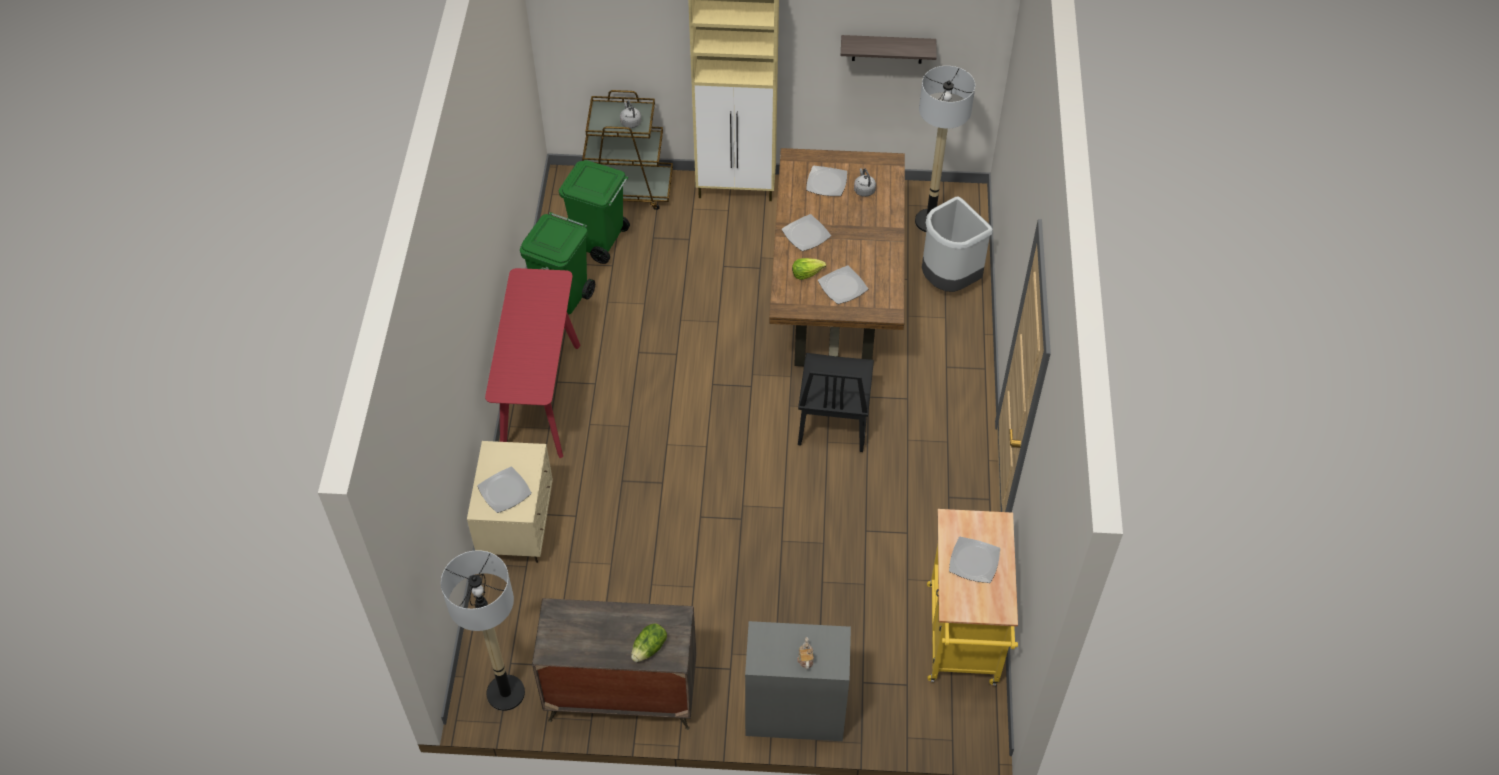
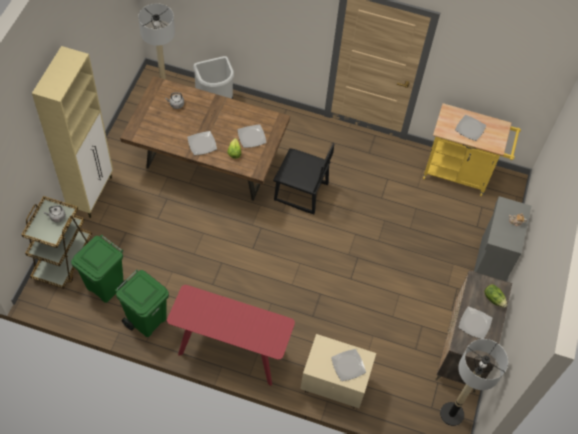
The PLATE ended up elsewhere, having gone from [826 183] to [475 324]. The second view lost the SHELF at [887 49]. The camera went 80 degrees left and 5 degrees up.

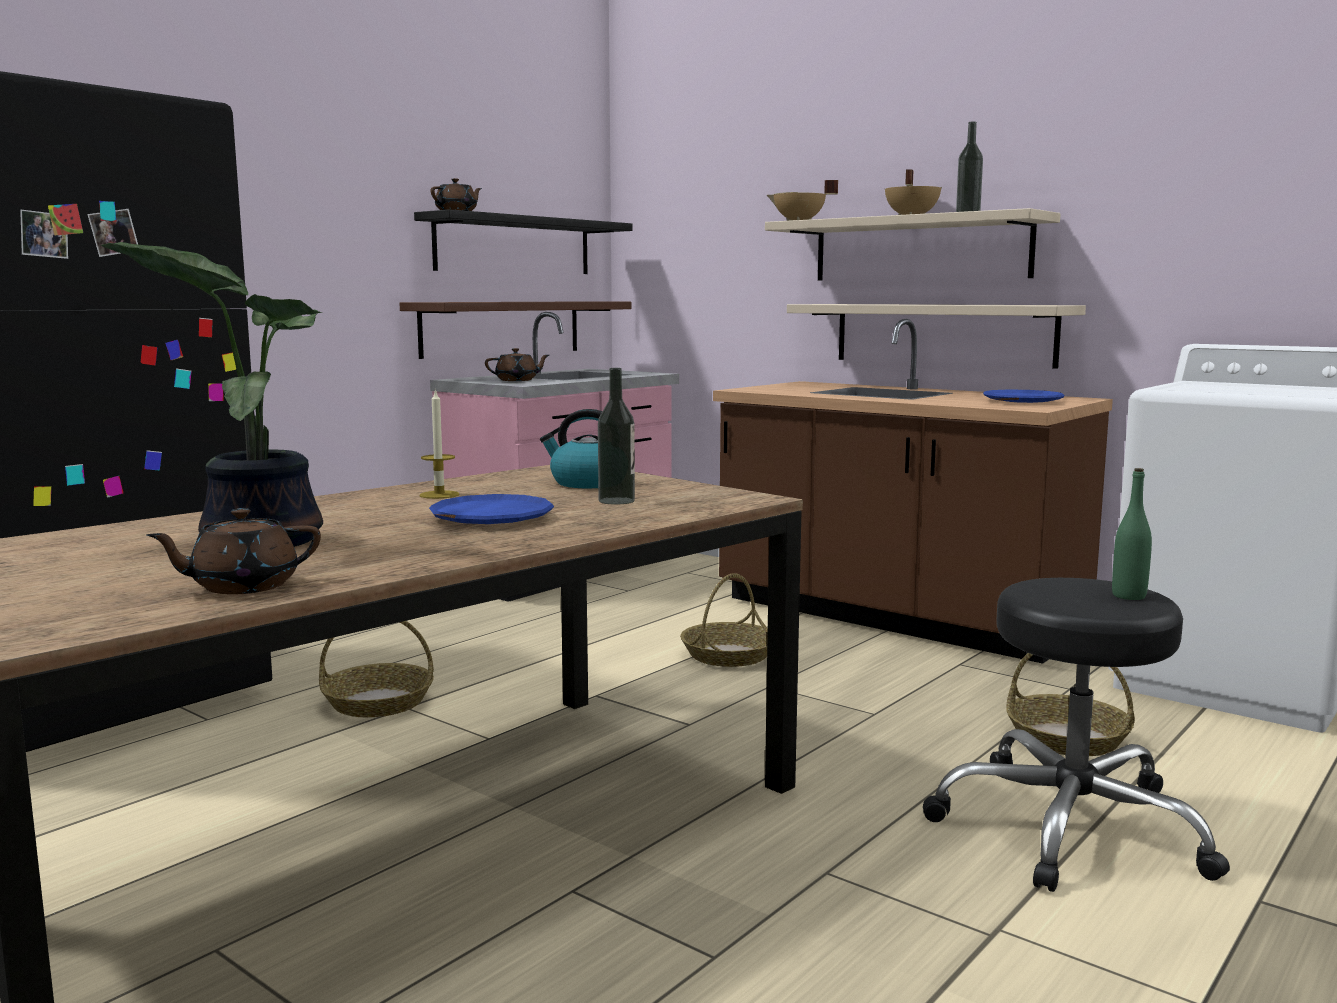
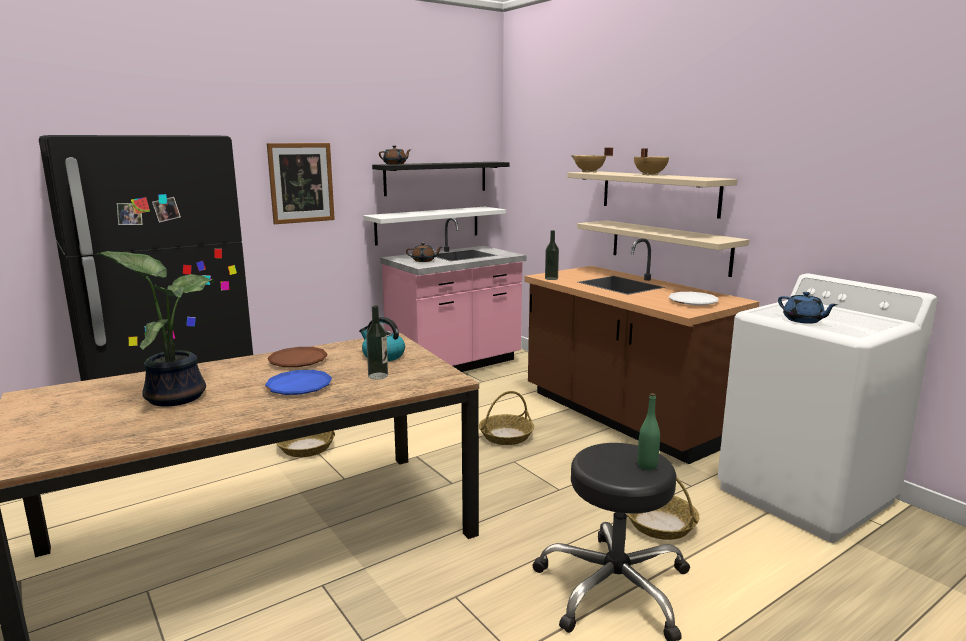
The second view lost the BROWN TEAPOT at [242 586]. What was the BROWN SHELF at [502 328] turned into the WHITE SHELF at [428 225]. Where the CANDLE stood at [439 495], the BROWN PLATE came to stand at [298 361]. The BOTTLE ended up elsewhere, having gone from [968 212] to [551 278]. What was the BLUE PLATE at [1022 401] turned into the WHITE PLATE at [693 302]. The second view gained the PICTURE at [301 183]. The second view gained the BLUE TEAPOT at [803 320]. The camera went 15 degrees right and 5 degrees up.

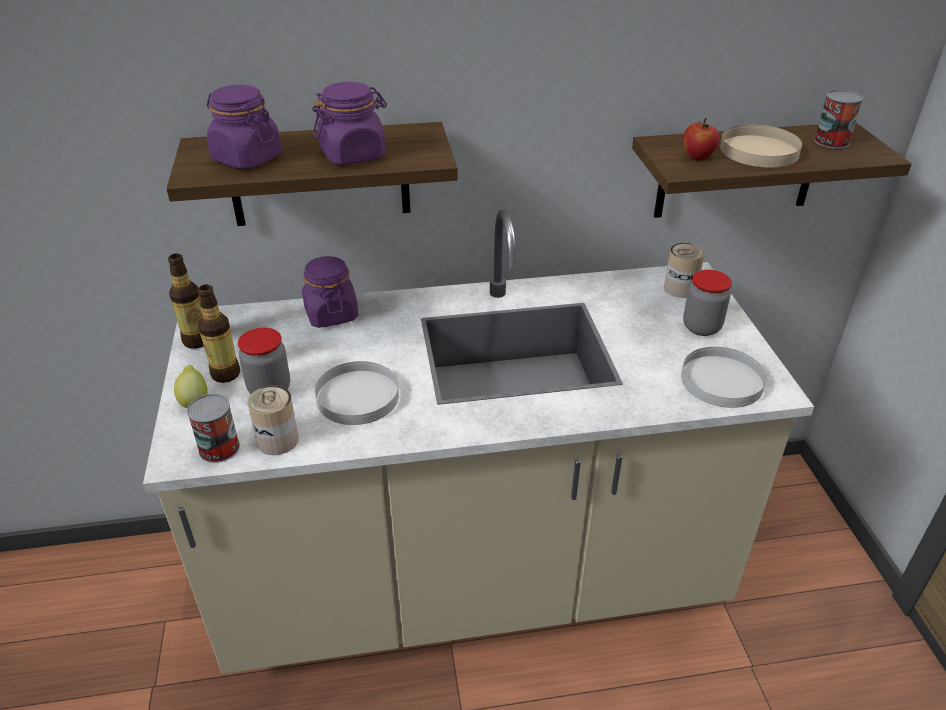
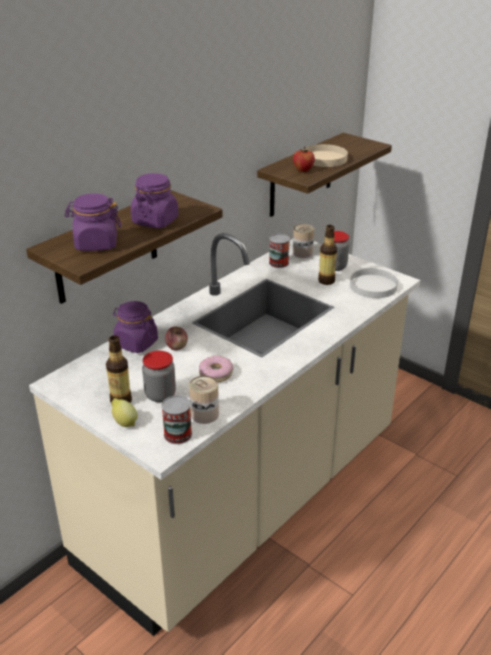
The BOTTLE ended up elsewhere, having gone from [197 341] to [326 281]. Where the WHITE PLATE stood at [358 396], the DONUT came to stand at [215 373]. The CAN ended up elsewhere, having gone from [831 141] to [279 263]. The second view gained the APPLE at [176 346]. The camera went 40 degrees left and 5 degrees down.

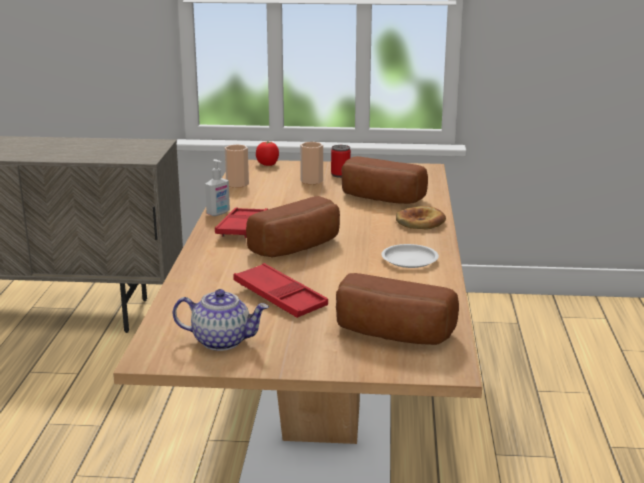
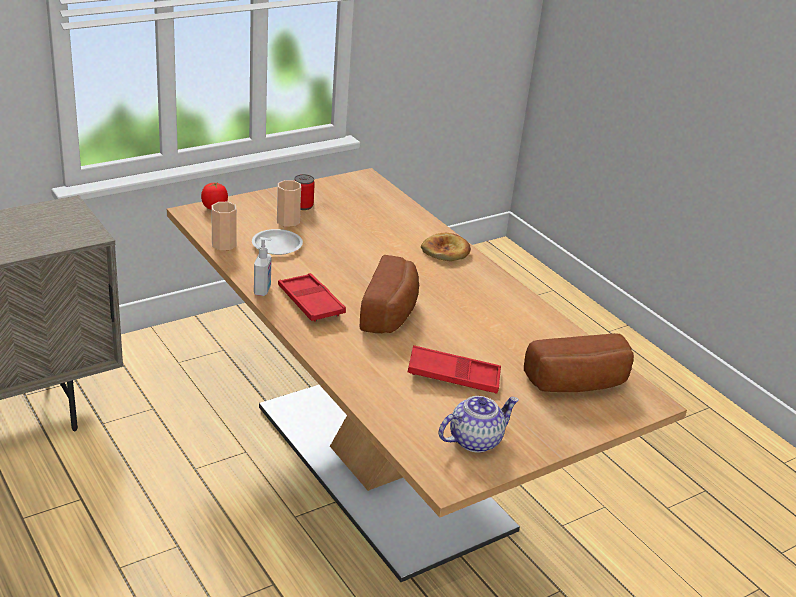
The second view lost the BREAD at [380 199]. The WHITE PLATE ended up elsewhere, having gone from [410 260] to [277 245]. The camera went 40 degrees left and 10 degrees up.

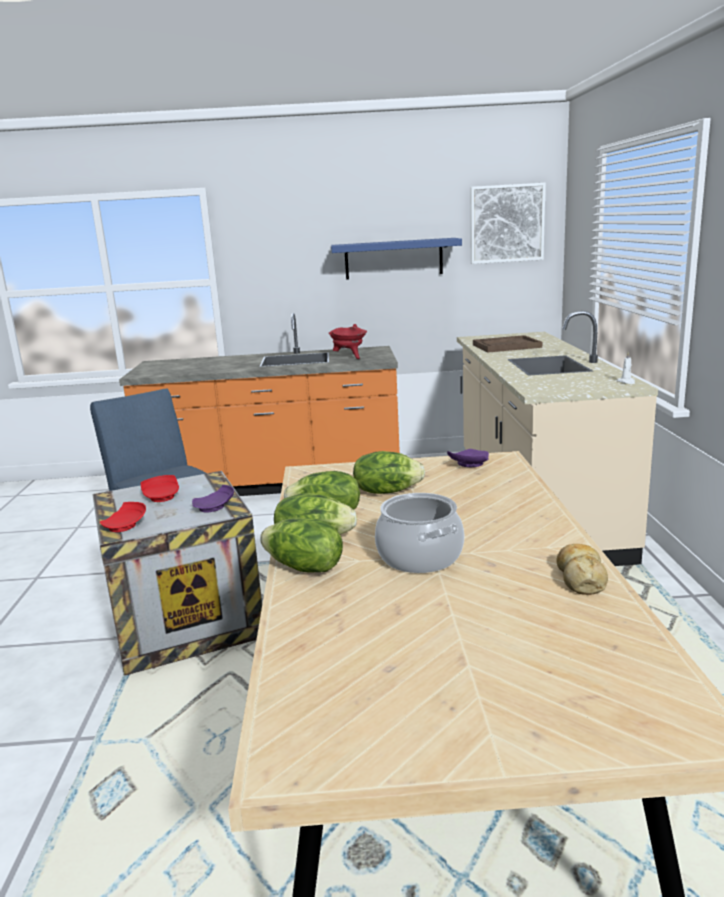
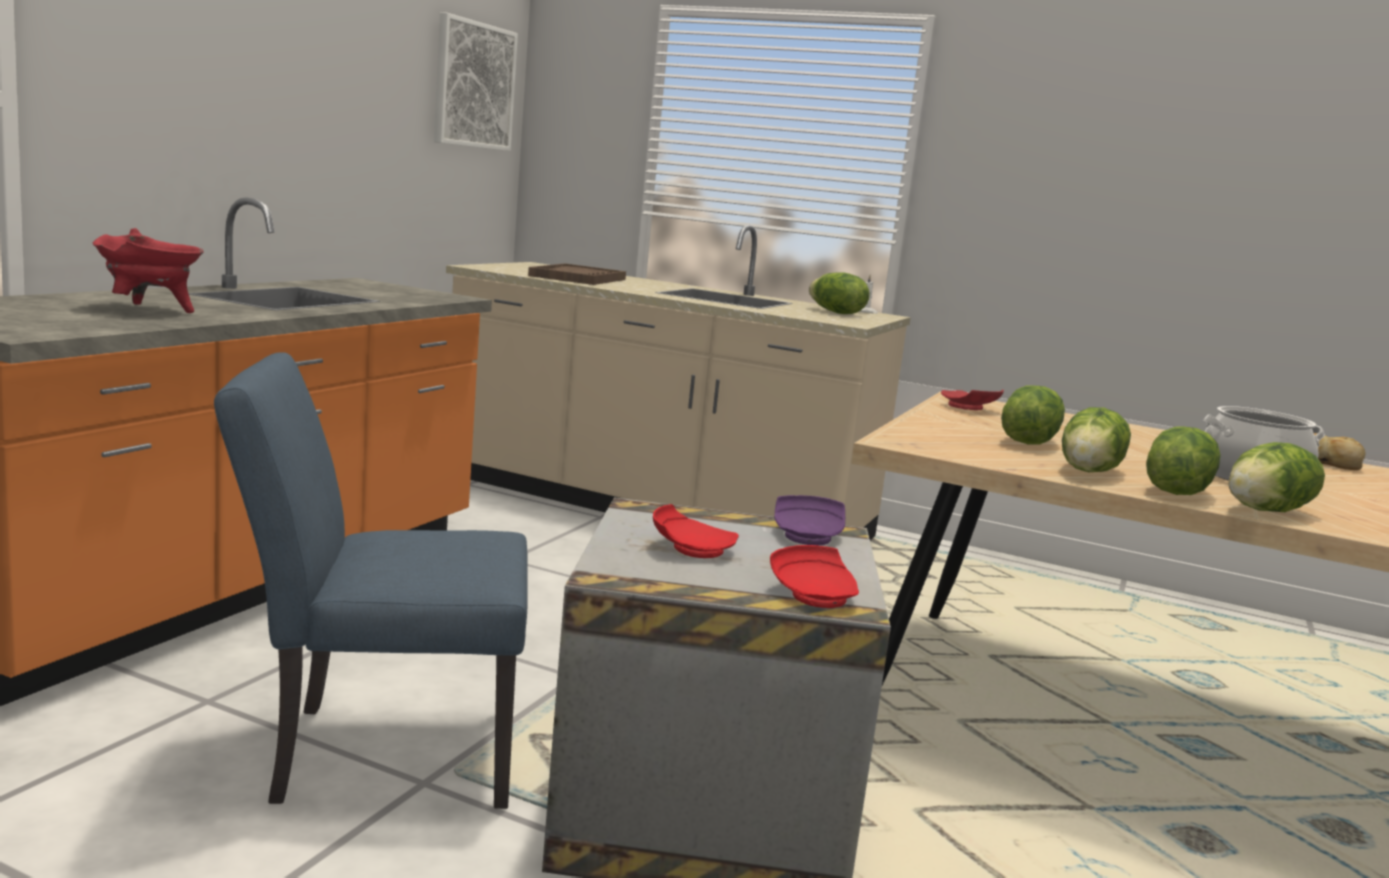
The RED COOKING POT ended up elsewhere, having gone from [349 357] to [150 310]. The second view lost the BLUE SHELF at [393 259]. What was the PURPLE PLATE at [468 465] turned into the RED PLATE at [968 408]. The second view gained the LETTUCE at [835 313]. The camera went 65 degrees left and 5 degrees down.

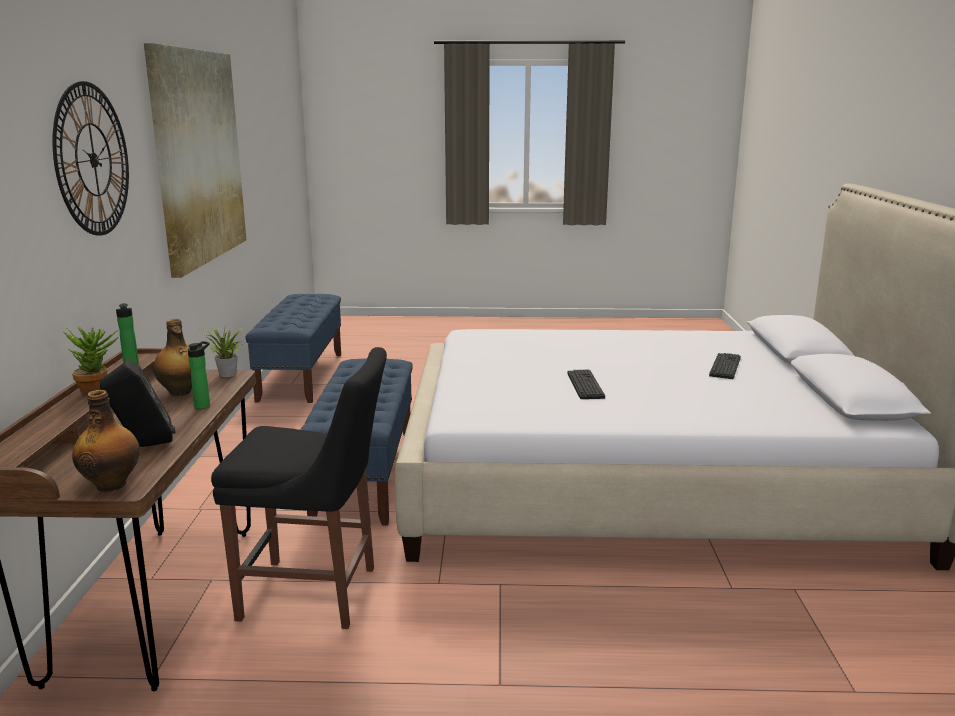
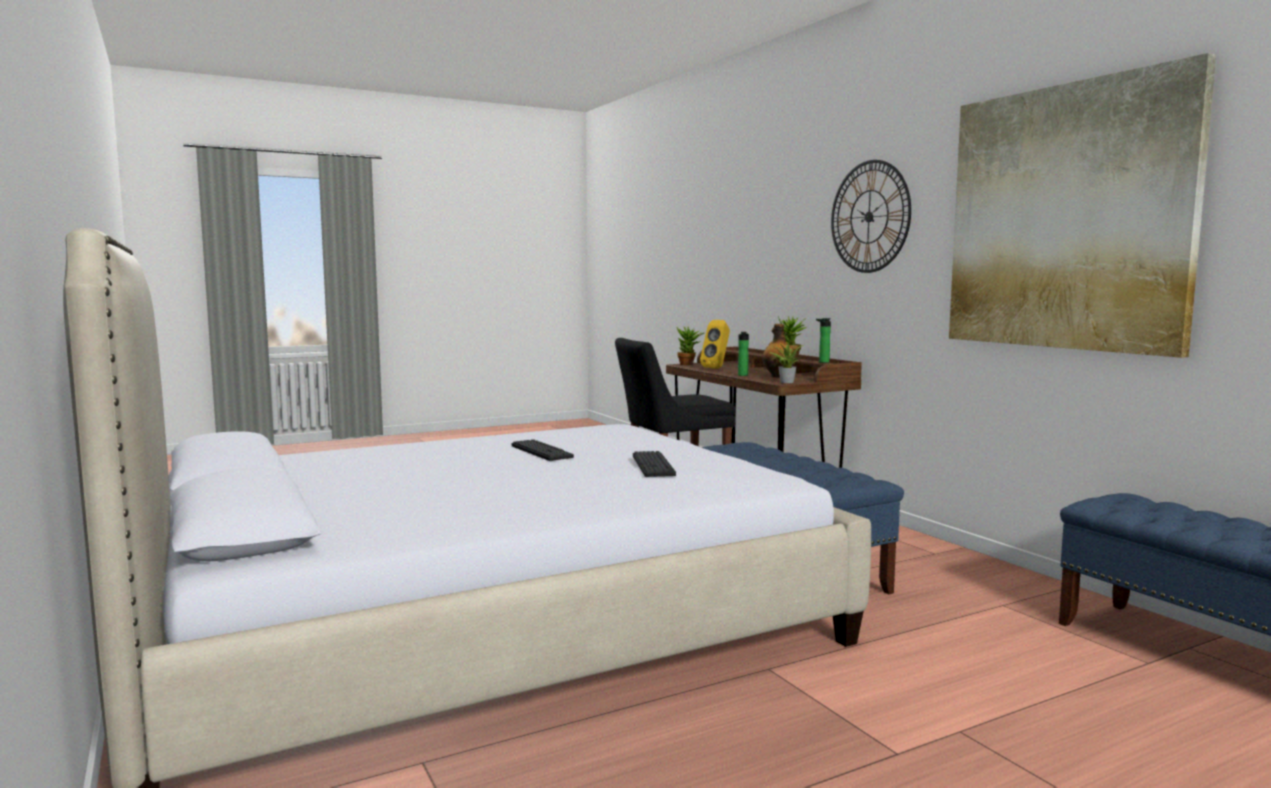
Where the BOTTLE stood at [112 484], the POTTED PLANT came to stand at [689 364]. What was the BLACK SPEAKER at [143 446] turned into the YELLOW SPEAKER at [717 368]. The KEYBOARD ended up elsewhere, having gone from [725 366] to [653 465]. The camera went 150 degrees right and 10 degrees down.

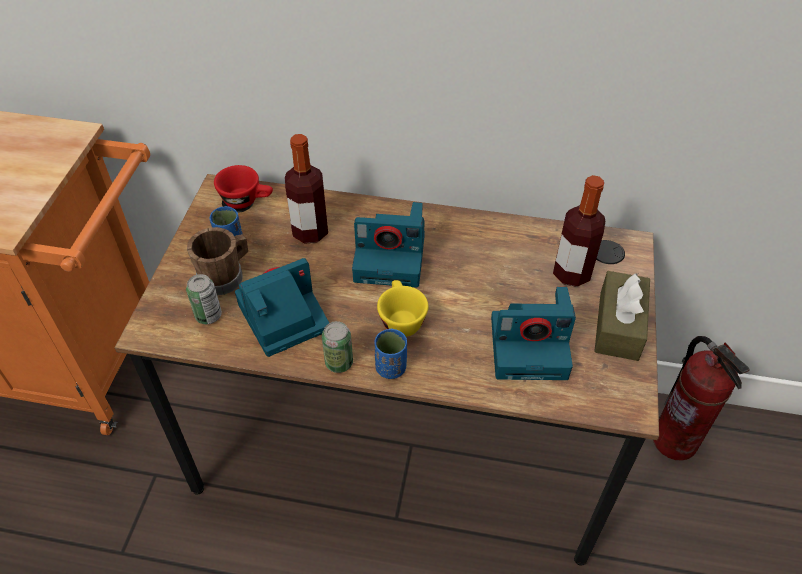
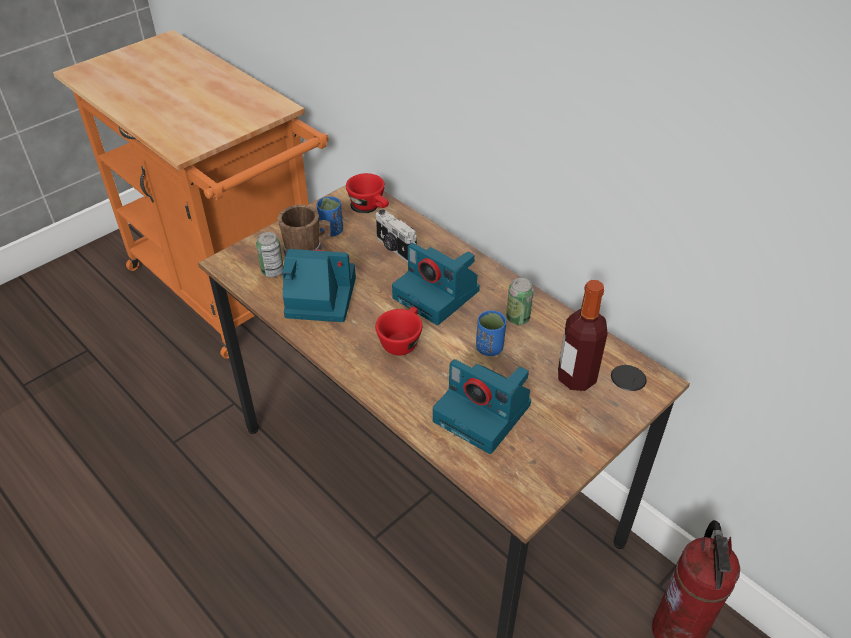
Where the BOTTLE stood at [310 232], the PHOTO CAMERA came to stand at [395 248]. The CAN ended up elsewhere, having gone from [339 363] to [517 318]. The BLUE CUP ended up elsewhere, having gone from [391 368] to [489 348]. What was the YELLOW CUP at [400 319] turned into the RED CUP at [401 340]. The second view lost the BROWN TISSUE BOX at [618 325]. The camera went 35 degrees right and 5 degrees down.

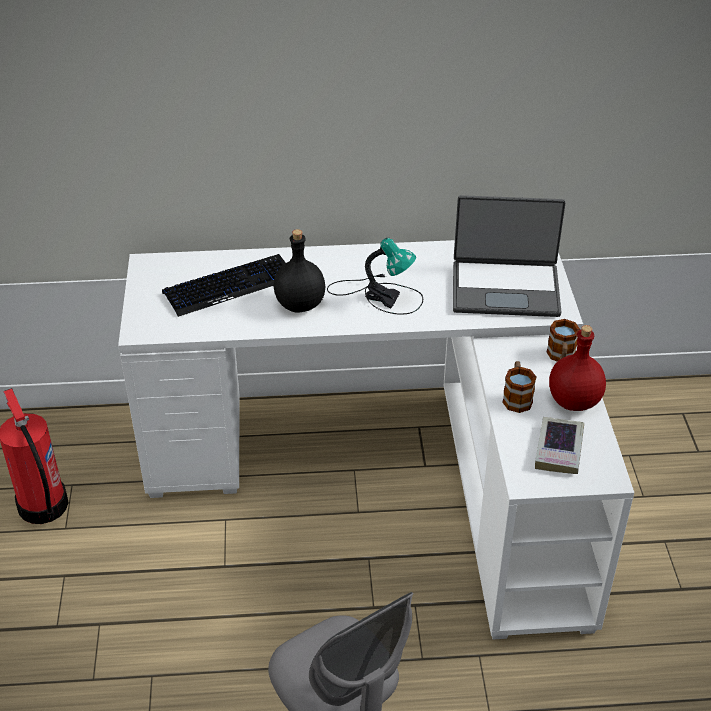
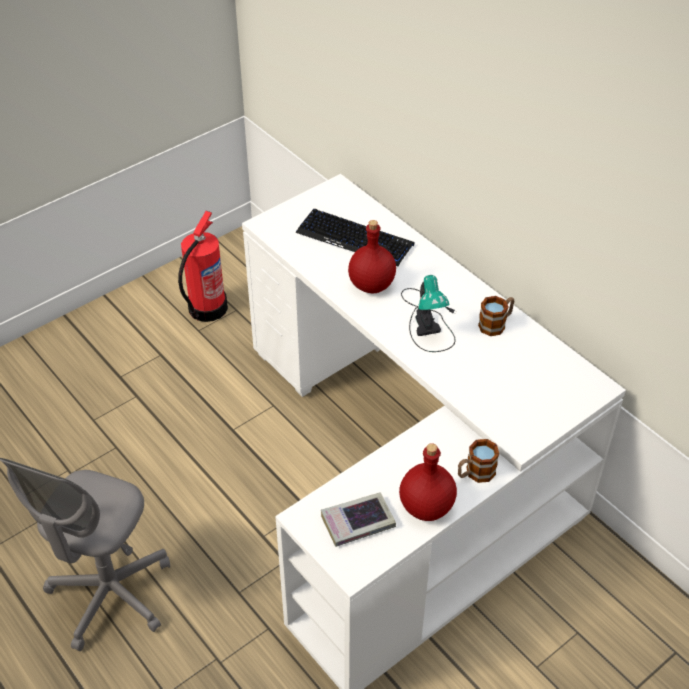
What was the BLACK BOTTLE at [300 305] turned into the RED BOTTLE at [371 285]. The second view lost the LAPTOP at [505 288]. The MUG ended up elsewhere, having gone from [516 397] to [496 324]. The camera went 55 degrees right and 5 degrees up.

